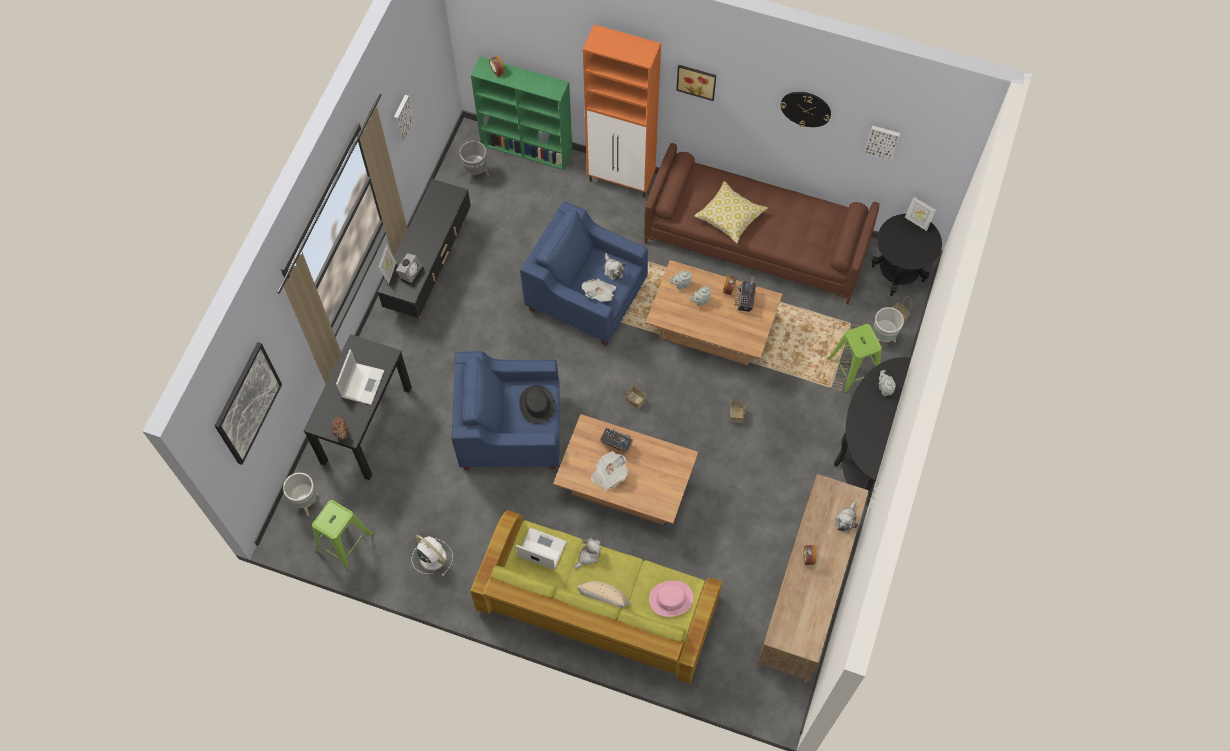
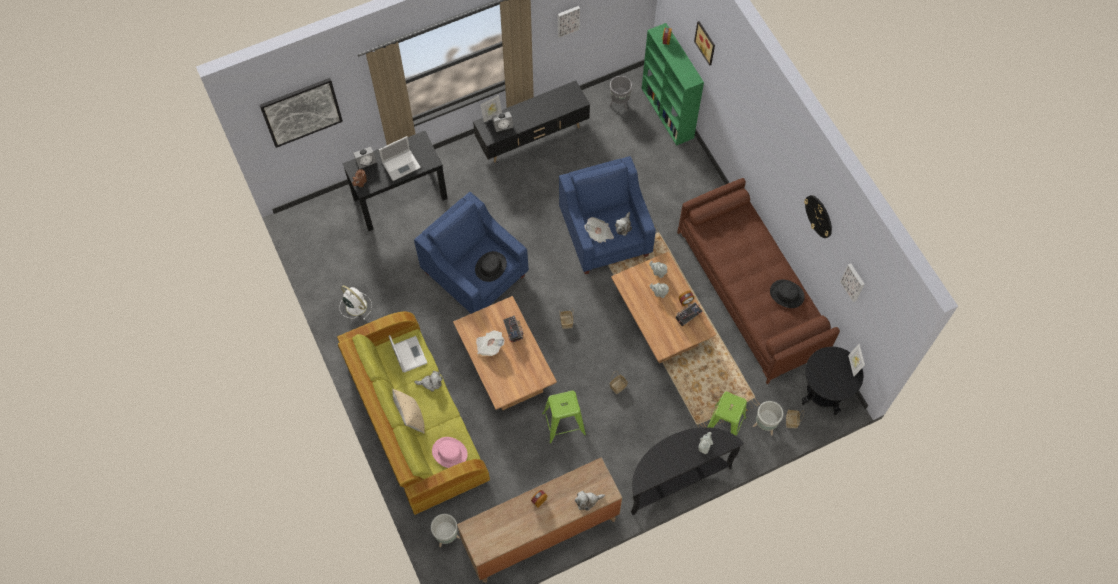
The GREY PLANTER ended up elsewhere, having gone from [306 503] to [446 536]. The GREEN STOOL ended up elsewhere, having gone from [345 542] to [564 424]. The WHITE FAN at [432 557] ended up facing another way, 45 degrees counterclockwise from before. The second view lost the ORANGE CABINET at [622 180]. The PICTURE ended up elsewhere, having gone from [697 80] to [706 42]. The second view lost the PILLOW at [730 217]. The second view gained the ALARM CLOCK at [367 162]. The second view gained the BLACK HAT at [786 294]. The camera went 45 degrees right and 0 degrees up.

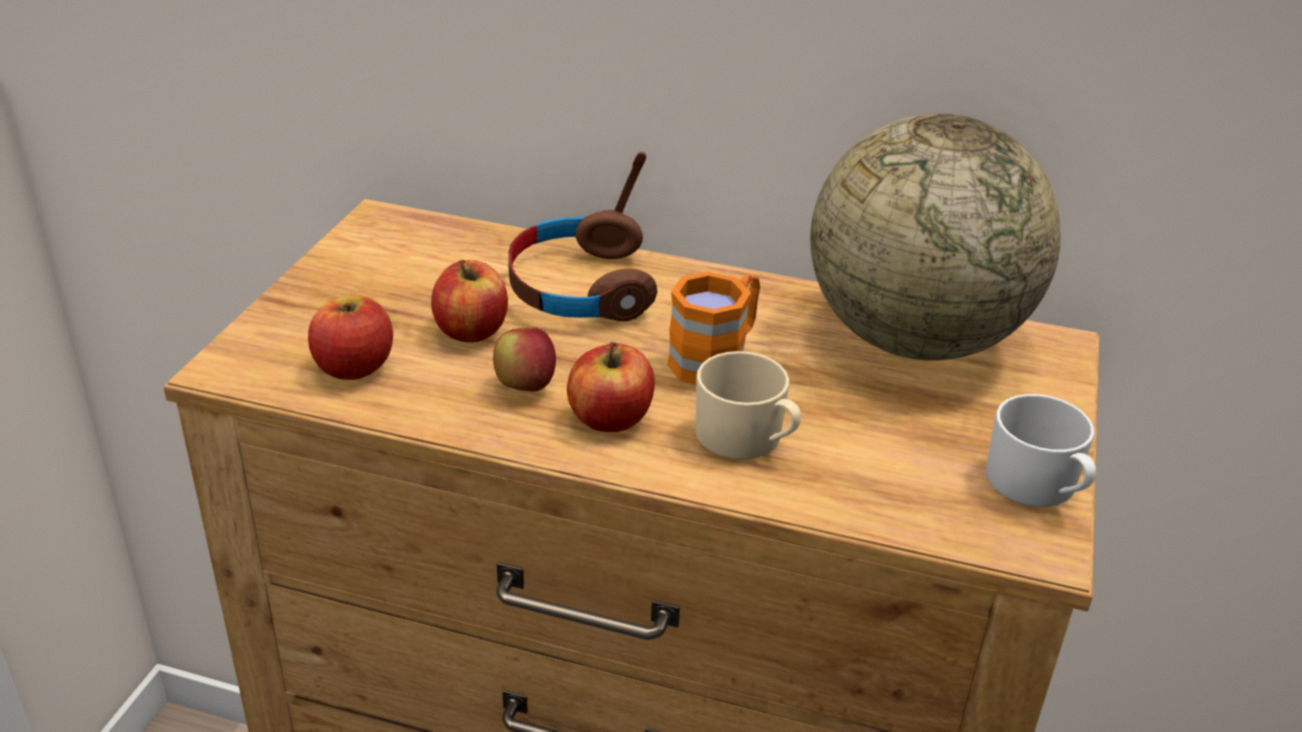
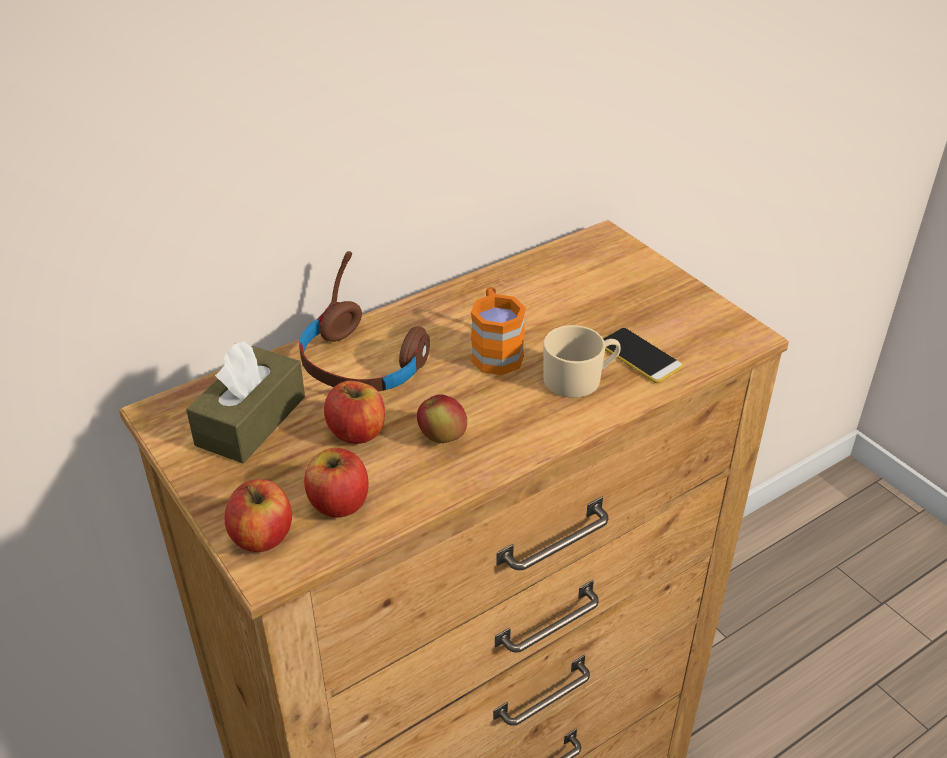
The APPLE ended up elsewhere, having gone from [610 418] to [262 536]. The second view lost the GLOBE at [913 339]. The second view lost the WHITE MUG at [1038 486]. The second view gained the BROWN TISSUE BOX at [251 421]. The second view gained the PHONE at [639 356]. The camera went 50 degrees left and 5 degrees up.

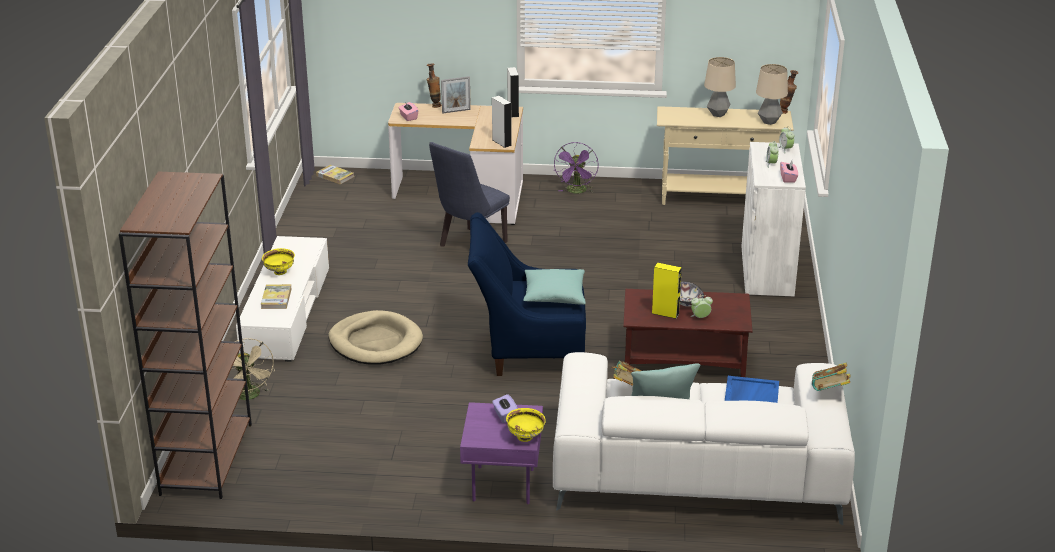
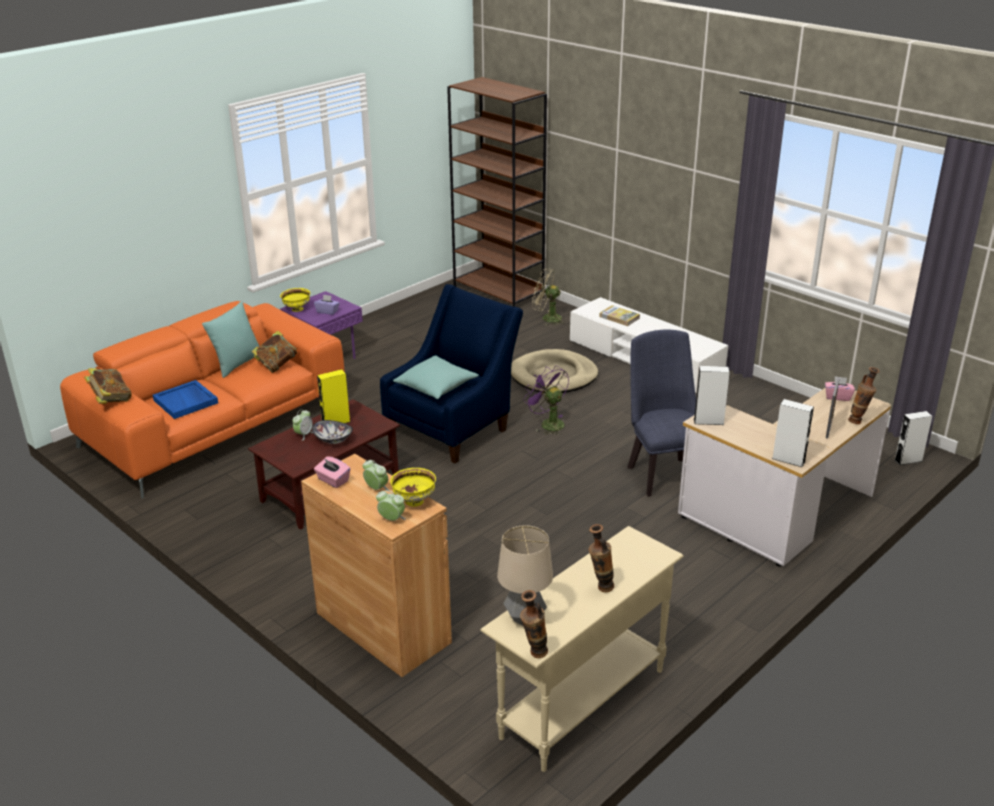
The YELLOW BOWL ended up elsewhere, having gone from [280 272] to [414 501]. Where the BOOK stood at [335 176], the WHITE SPEAKER came to stand at [908 460]. What was the WHITE SOFA at [696 472] turned into the ORANGE SOFA at [215 424]. The PURPLE FAN ended up elsewhere, having gone from [576 191] to [548 423]. Where the TABLE LAMP stood at [717 114], the VASE came to stand at [600 588]. What was the WHITE CABINET at [767 271] turned into the BROWN CABINET at [383 627]. The camera went 130 degrees right and 0 degrees up.

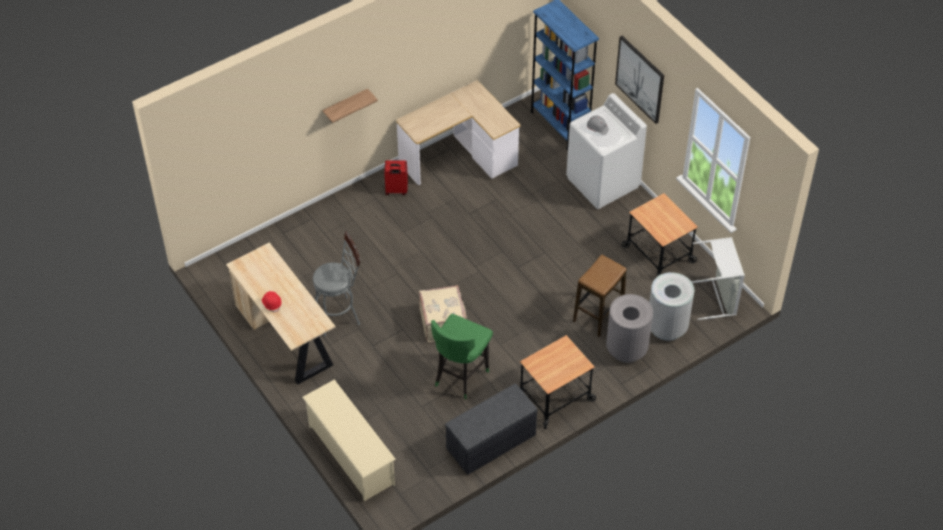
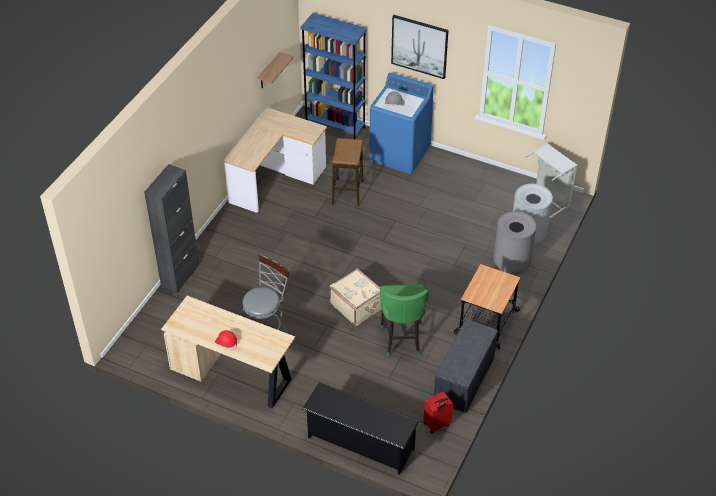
What was the BEIGE SHOE RACK at [351 455] turned into the BLACK SHOE RACK at [360 443]. The SHELF ended up elsewhere, having gone from [345 106] to [268 71]. The RED SUITCASE ended up elsewhere, having gone from [396 190] to [437 424]. What was the WHITE WASHING MACHINE at [603 182] turned into the BLUE WASHING MACHINE at [400 154]. The STOOL ended up elsewhere, having gone from [598 315] to [347 192]. The second view lost the CART at [659 254]. The second view gained the BLACK CABINET at [180 276]. The camera went 30 degrees left and 5 degrees down.

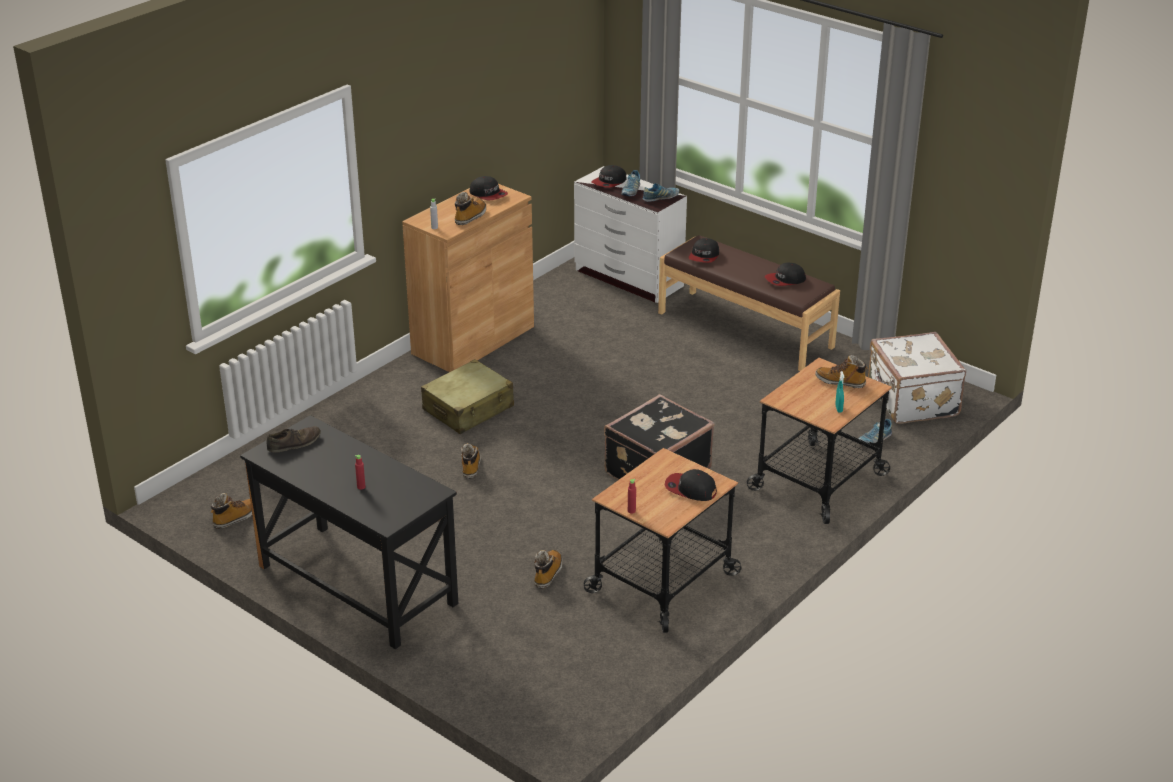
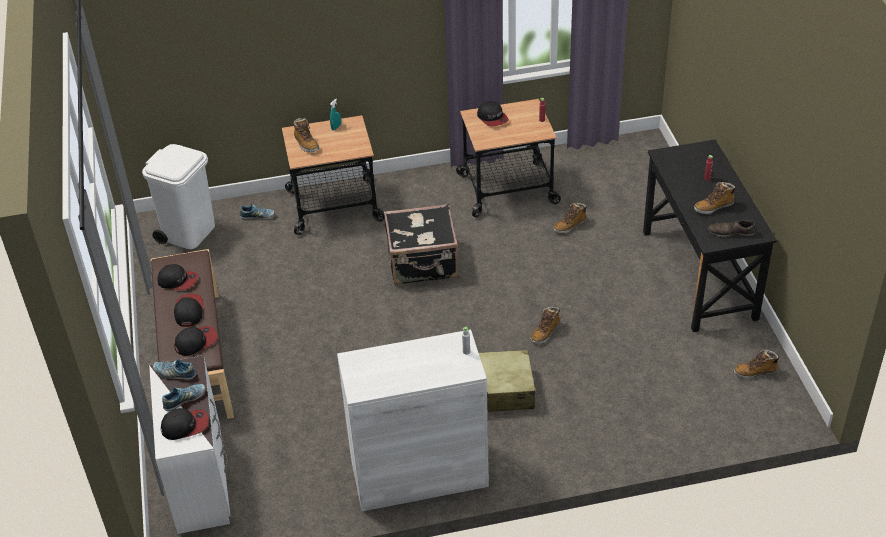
What was the BROWN CABINET at [473 340] turned into the WHITE CABINET at [419 474]. The BOOT ended up elsewhere, having gone from [470 217] to [713 207]. The CAP ended up elsewhere, having gone from [488 194] to [188 311]. Where the WHITE SUITCASE stood at [911 401], the WHITE TRASH CAN came to stand at [189 232]. The camera went 140 degrees left and 10 degrees up.

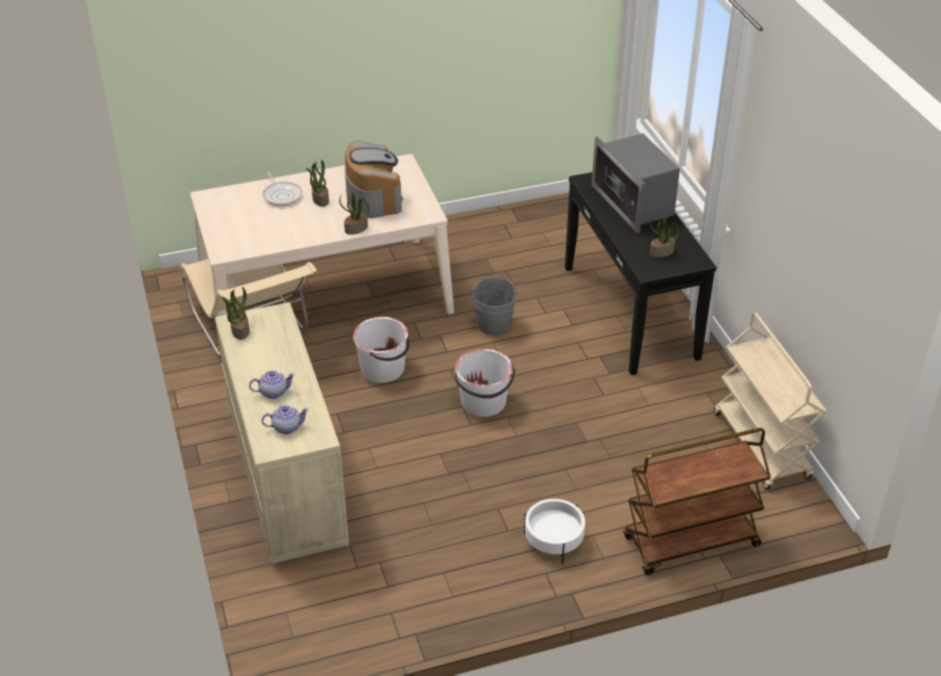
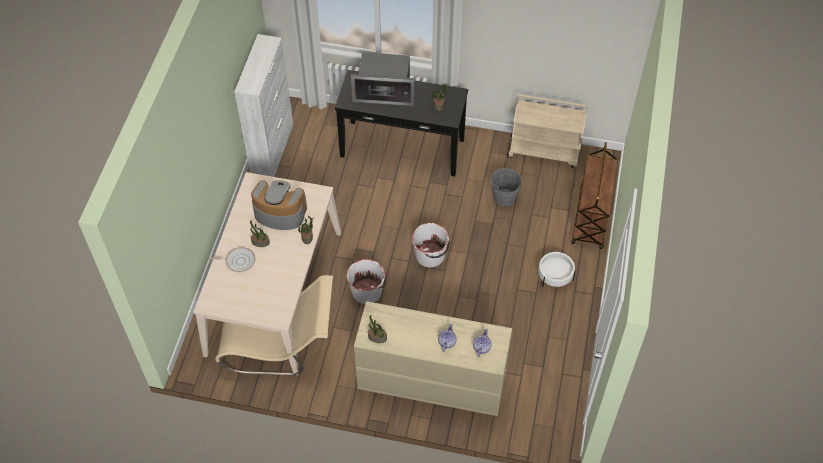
The GREY BUCKET ended up elsewhere, having gone from [494 324] to [504 197]. The second view gained the WHITE CABINET at [272 149]. The camera went 60 degrees left and 15 degrees up.

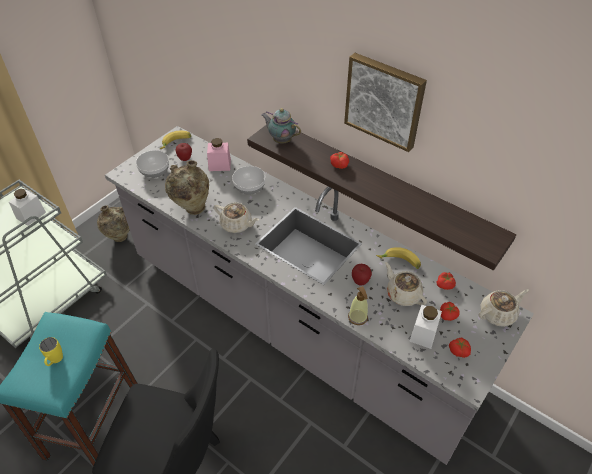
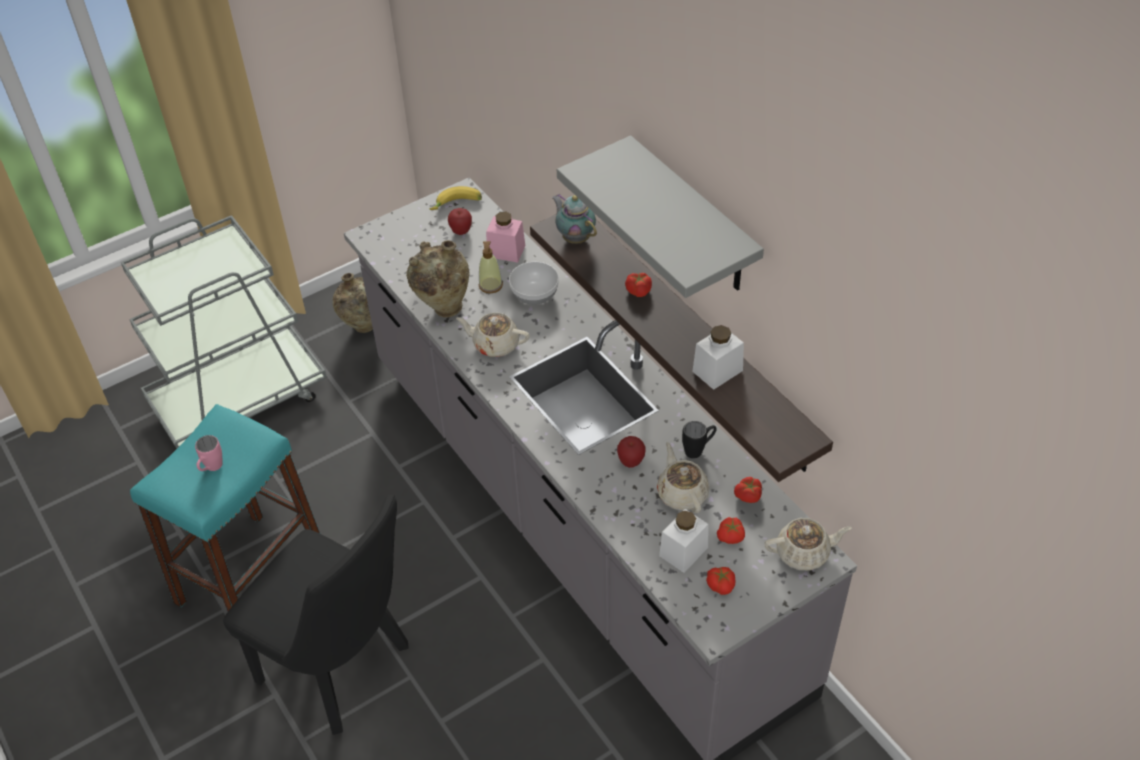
The WHITE JAR ended up elsewhere, having gone from [31 215] to [717 371]. What was the YELLOW MUG at [55 361] turned into the PINK MUG at [211 469]. The second view lost the BOWL at [154 172]. The BEIGE TEAPOT at [237 225] ended up facing another way, 150 degrees clockwise from before. Where the PICTURE hung at [384 101], the GREY SHELF came to hang at [692 218]. The SOAP DISPENSER ended up elsewhere, having gone from [358 317] to [490 285]. Where the BANANA stood at [399 262], the BLACK MUG came to stand at [698 450]. The camera went 20 degrees right and 0 degrees up.

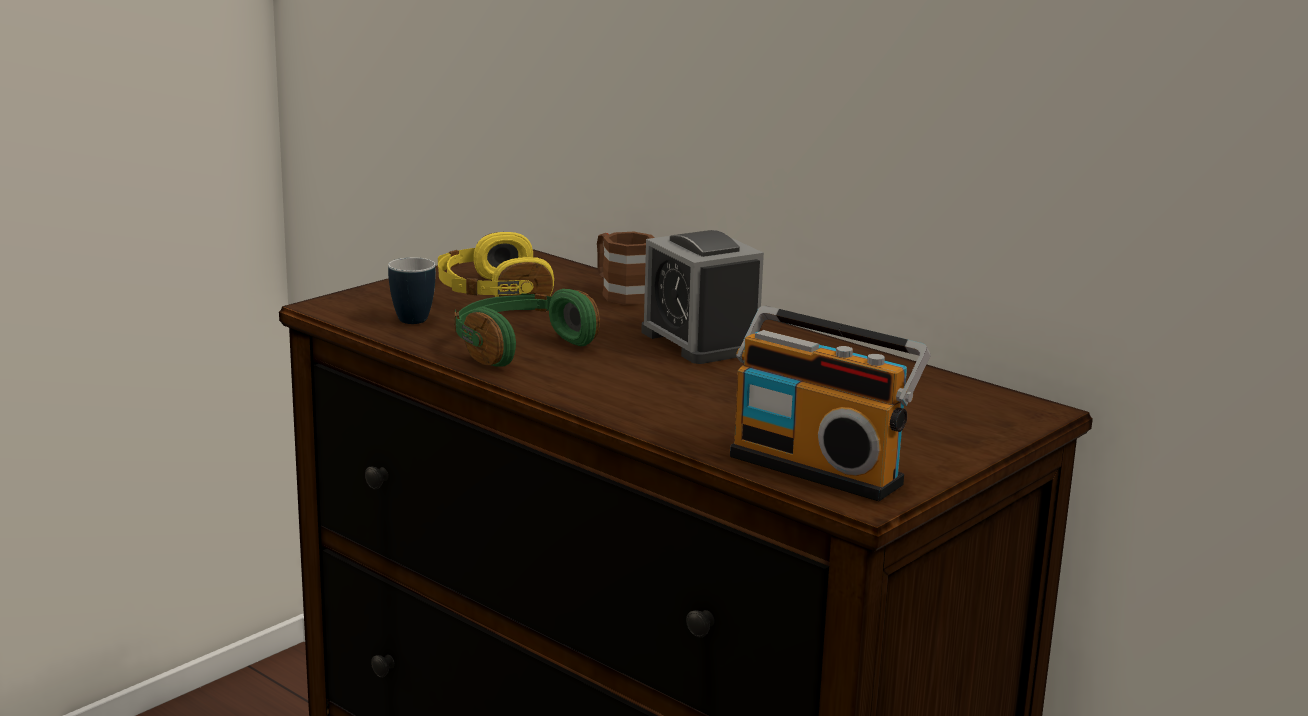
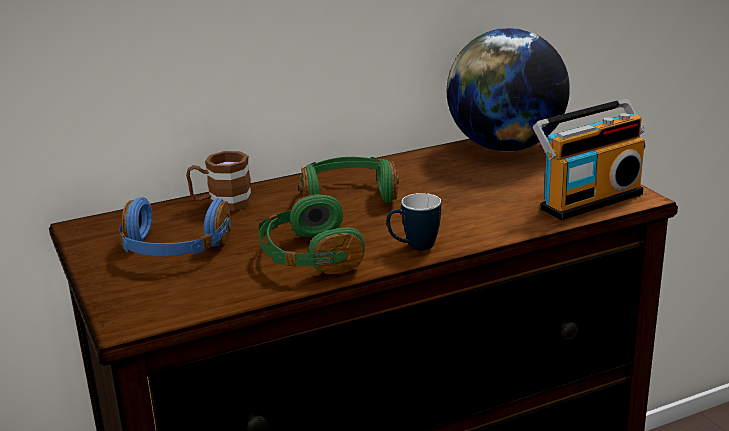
The MUG ended up elsewhere, having gone from [408 318] to [414 247]. What was the YELLOW HEADPHONES at [491 294] turned into the BLUE HEADPHONES at [174 249]. Where the ALARM CLOCK stood at [700 341], the GREEN HEADPHONES came to stand at [347 195]. The second view gained the GLOBE at [505 147]. The camera went 65 degrees left and 5 degrees up.

